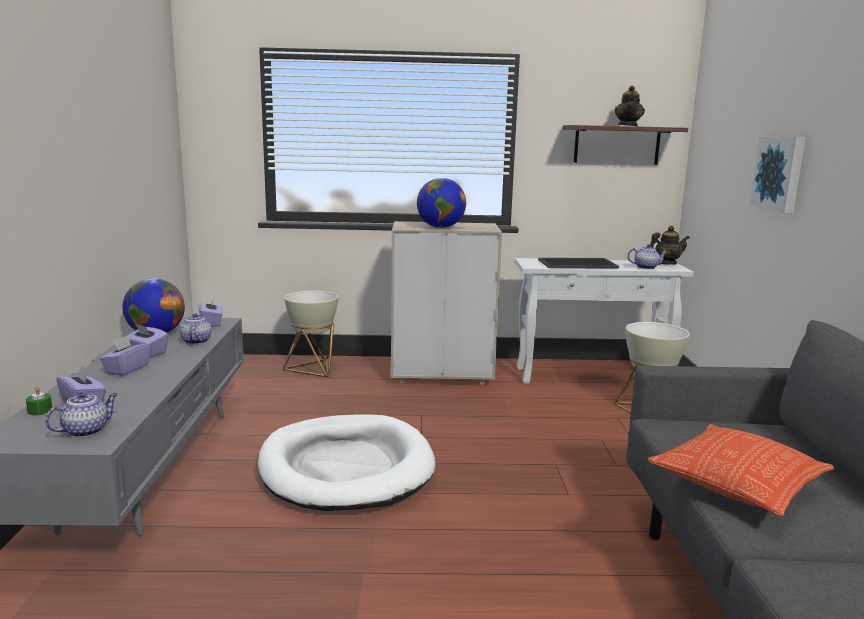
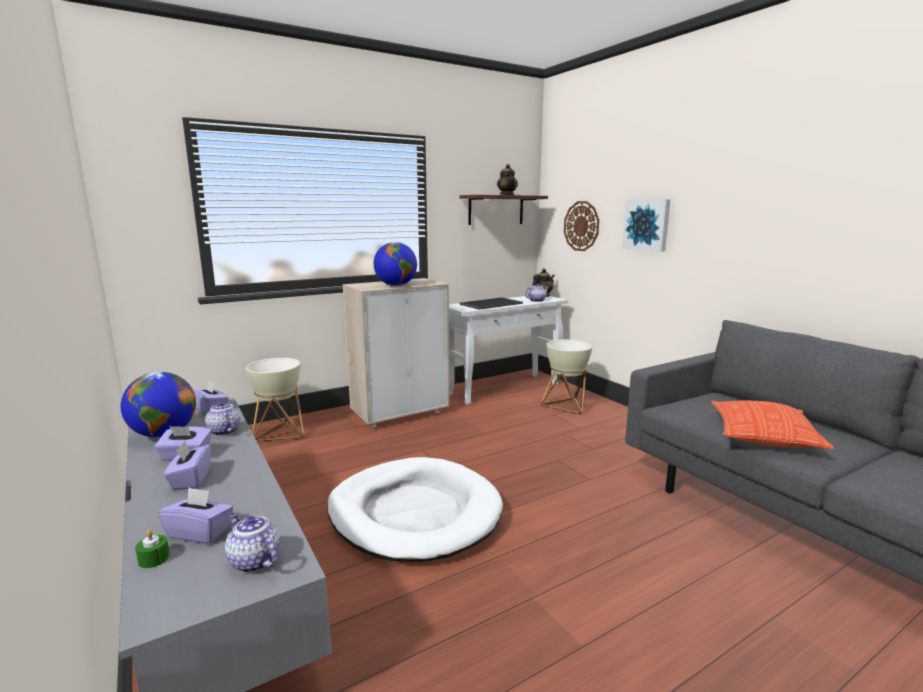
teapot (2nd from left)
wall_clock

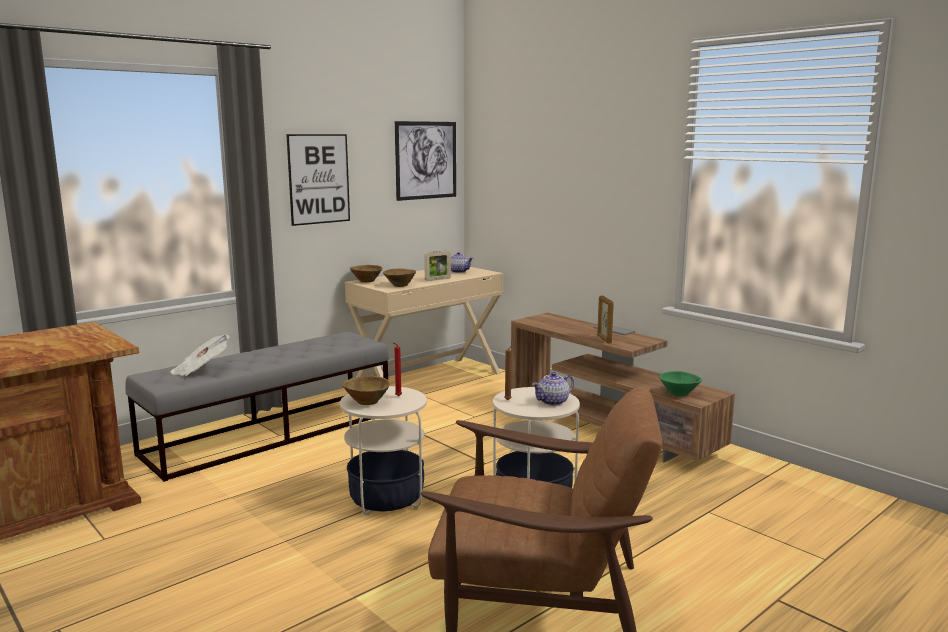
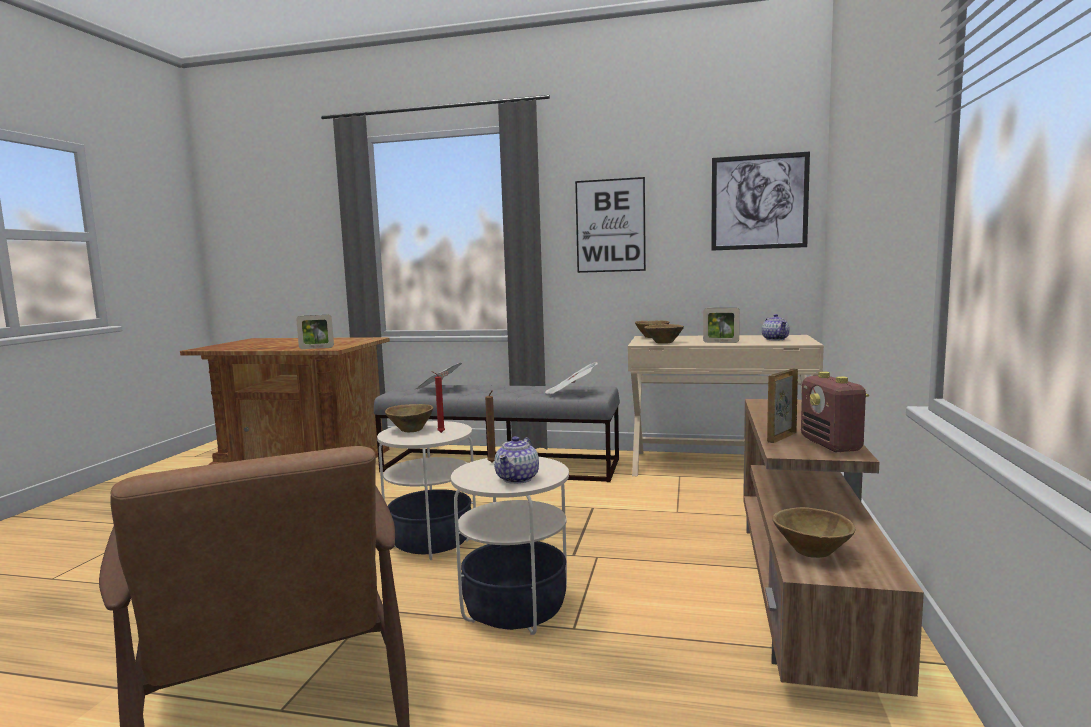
teapot (1st from left)
brown_bowl (4th from left)
picture_frame (1st from left)
newspaper (2nd from left)
radio

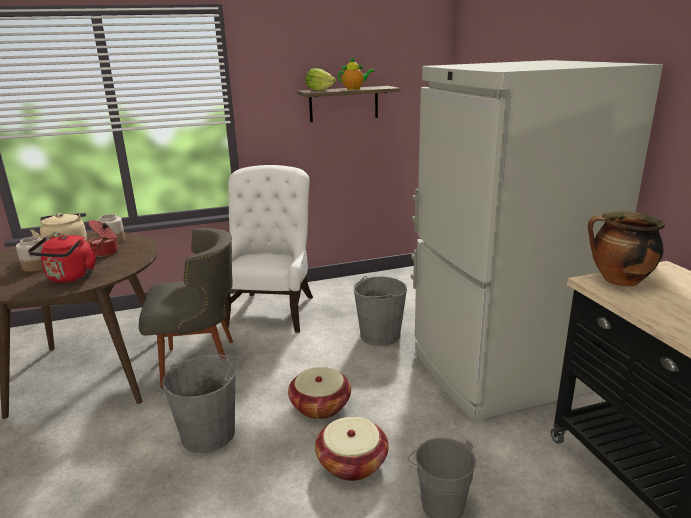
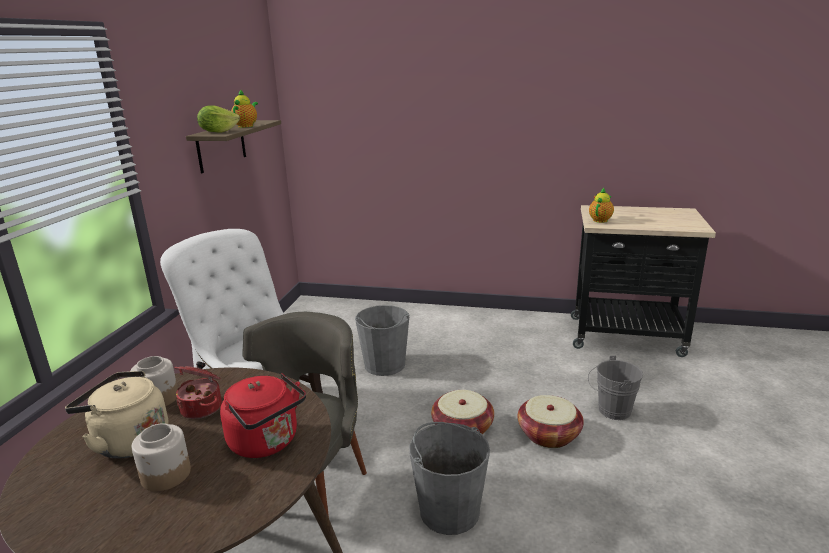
white_fridge
teapot (2nd from left)

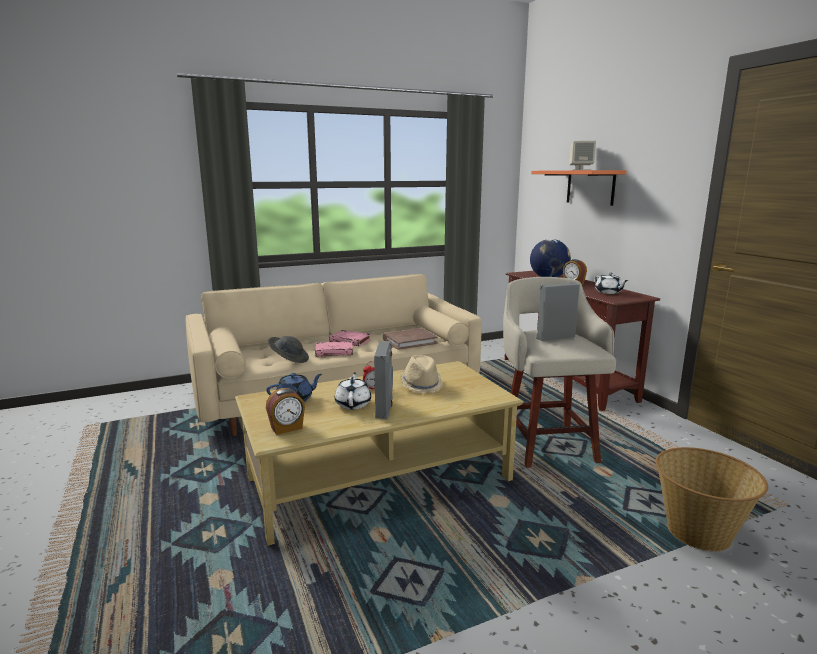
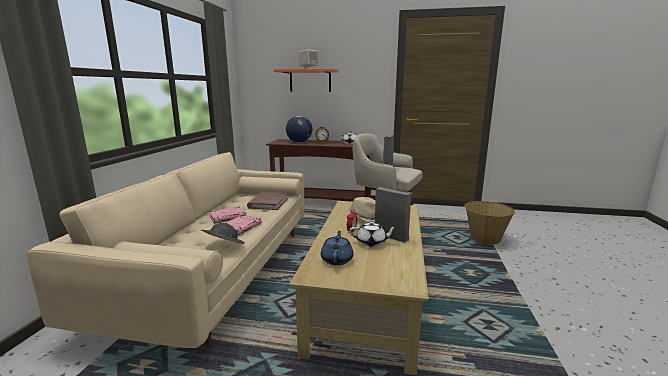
alarm_clock (1st from left in the first image)
white_teapot (2nd from left)

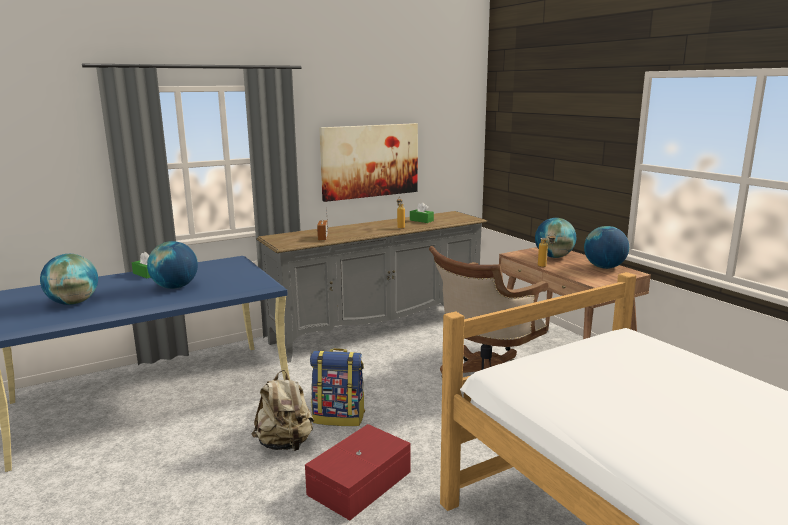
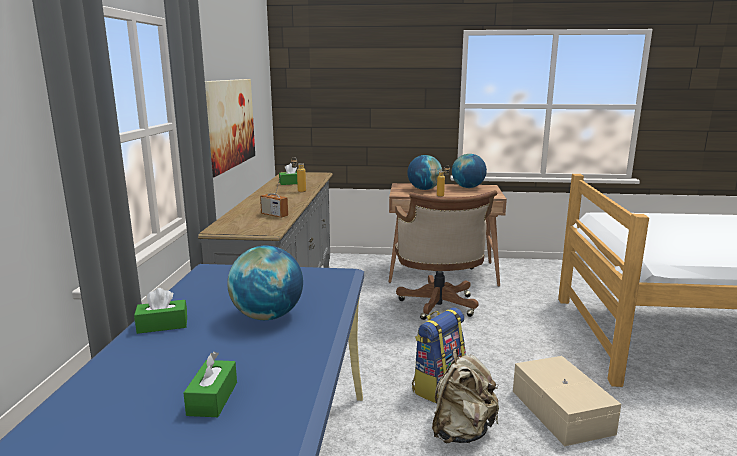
green_tissue_box (2nd from left)
beige_storage_box

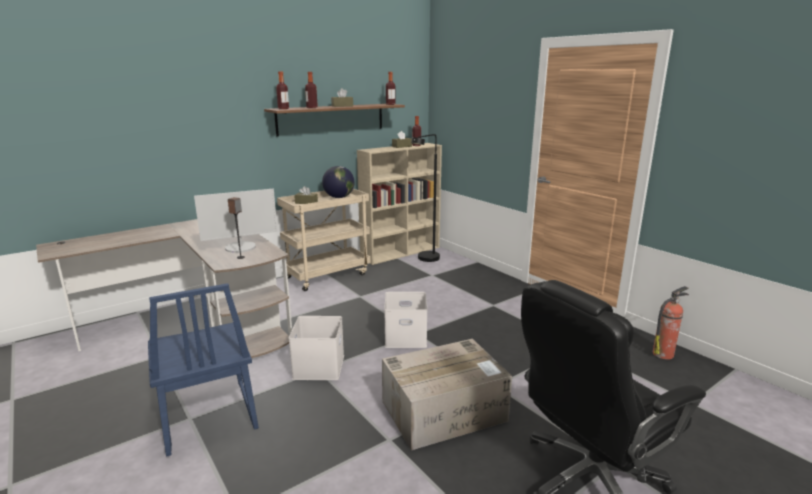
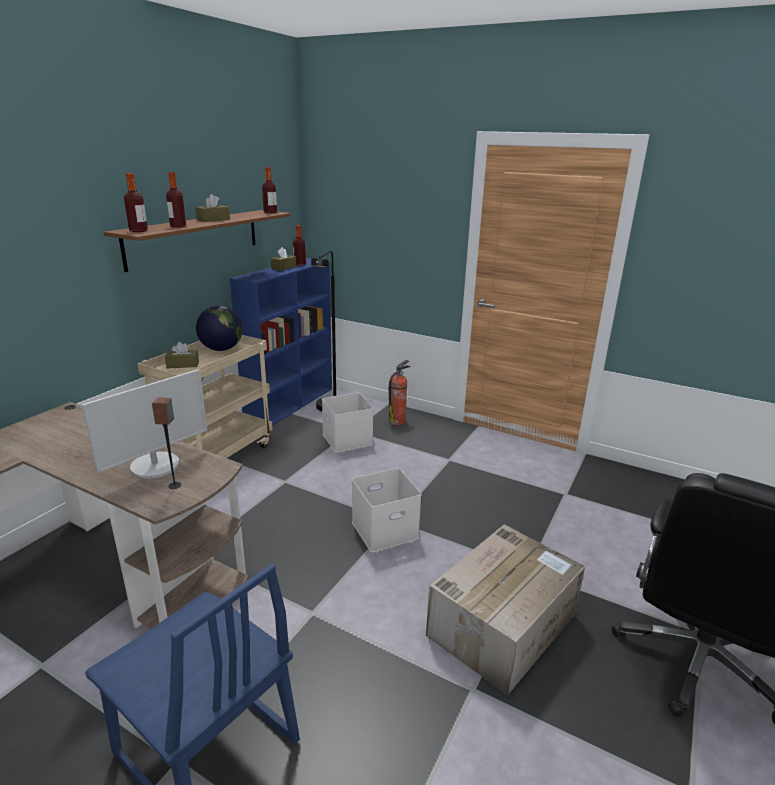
white_storage_box (1st from left)
blue_bookcase
fire_extinguisher

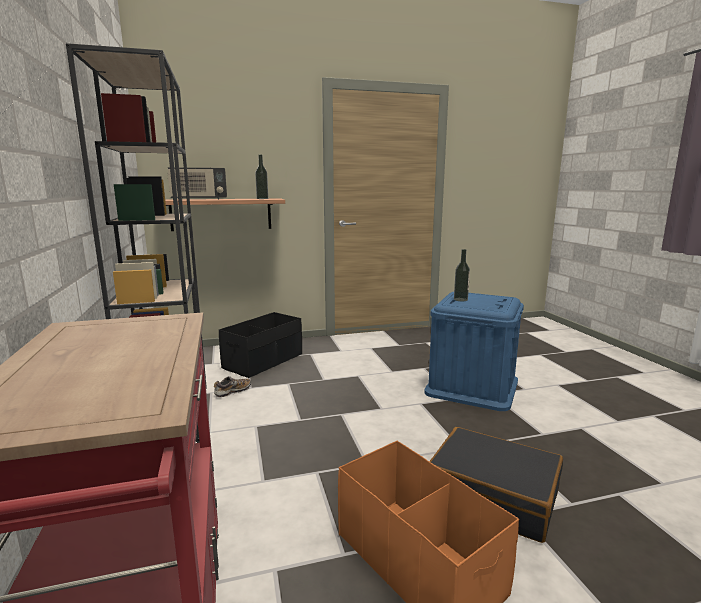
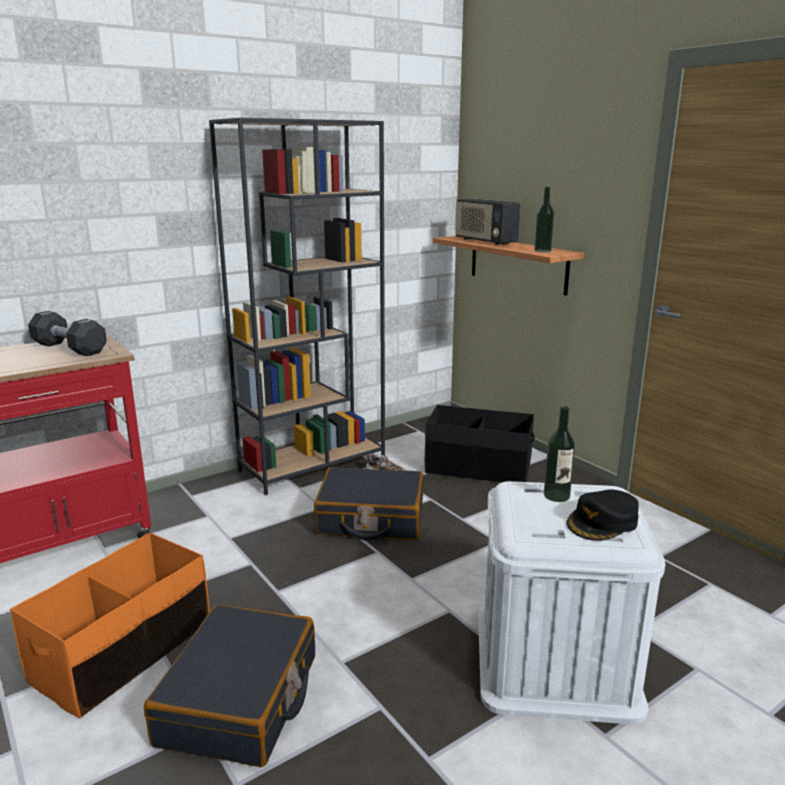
white_storage_box
black_dumbbell
black_suitcase (2nd from left)
black_cap

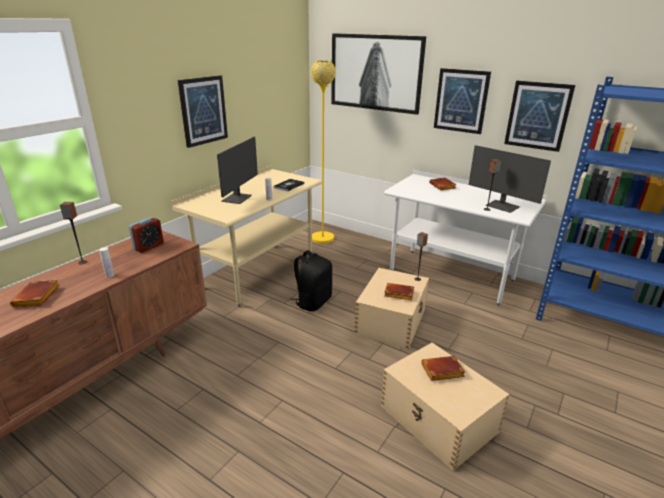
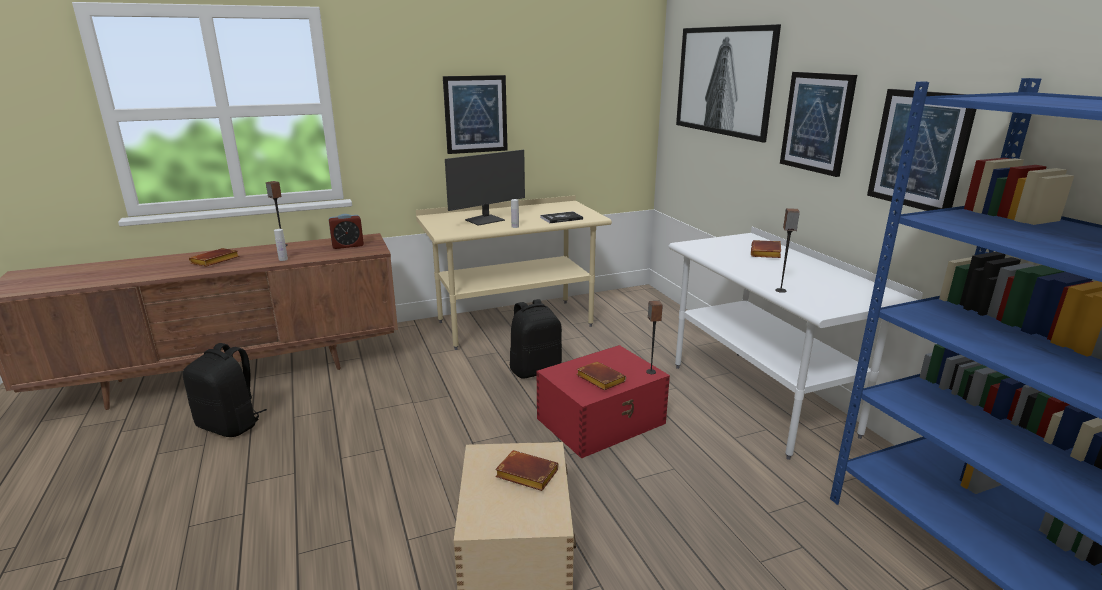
yellow_floor_lamp
red_storage_box
monitor (2nd from left in the first image)
black_backpack (1st from left)

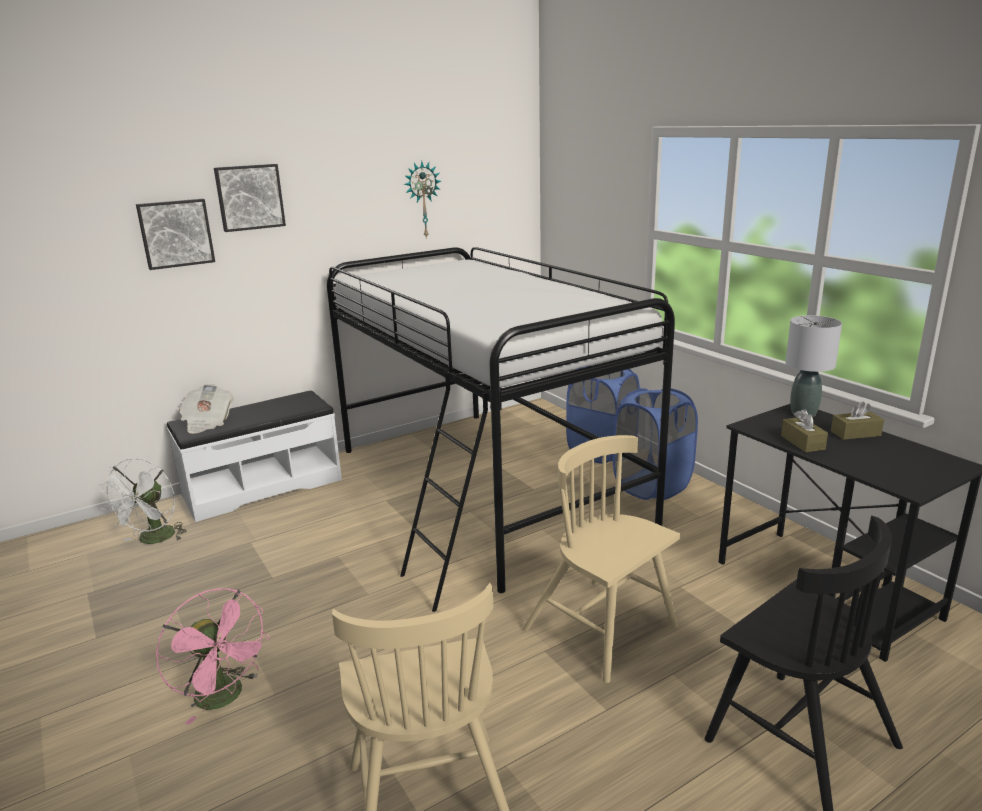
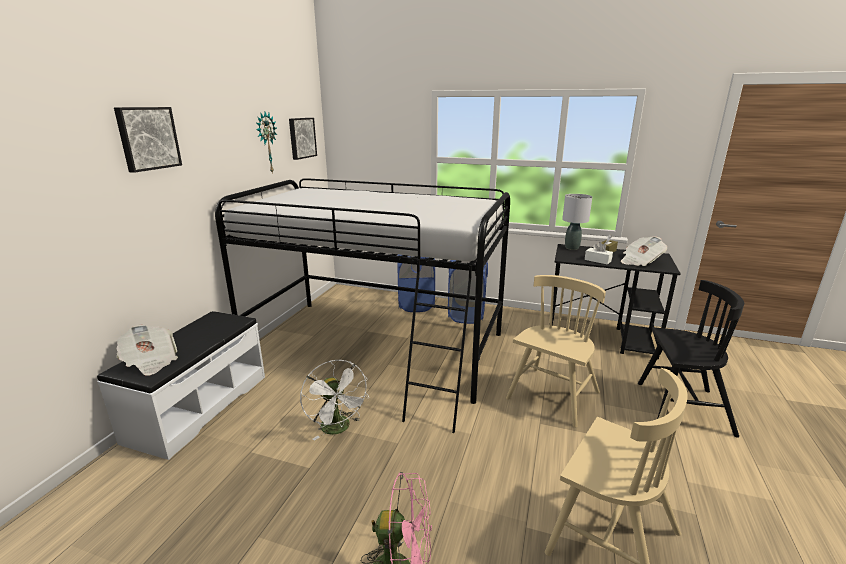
white_fan
picture (2nd from left)
beige_chair (1st from left)
white_tissue_box
newspaper (2nd from left)

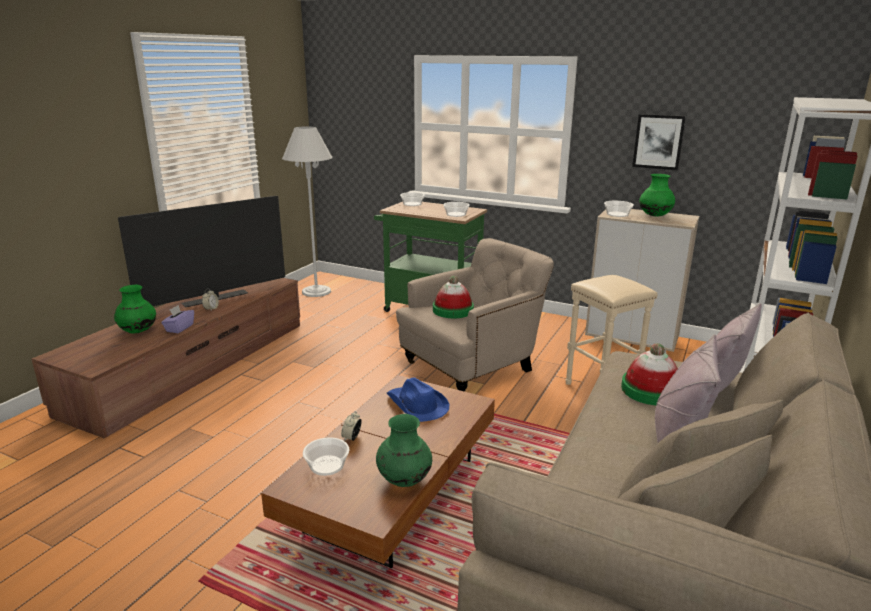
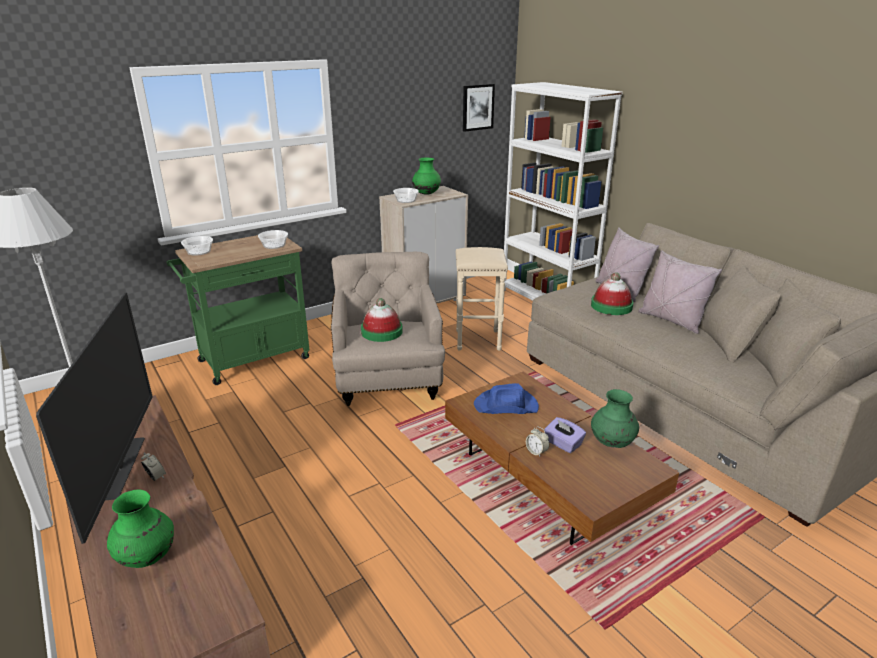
purple_tissue_box
bowl (1st from left in the first image)
picture

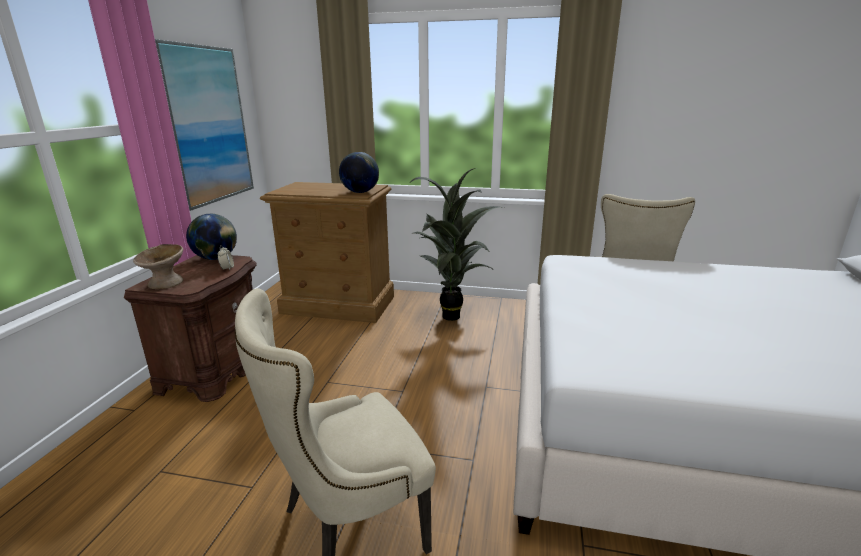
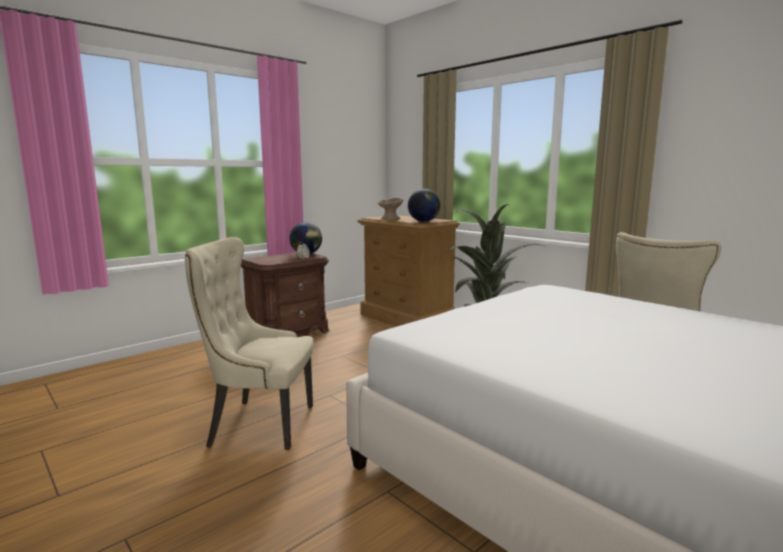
beige_bowl
picture

